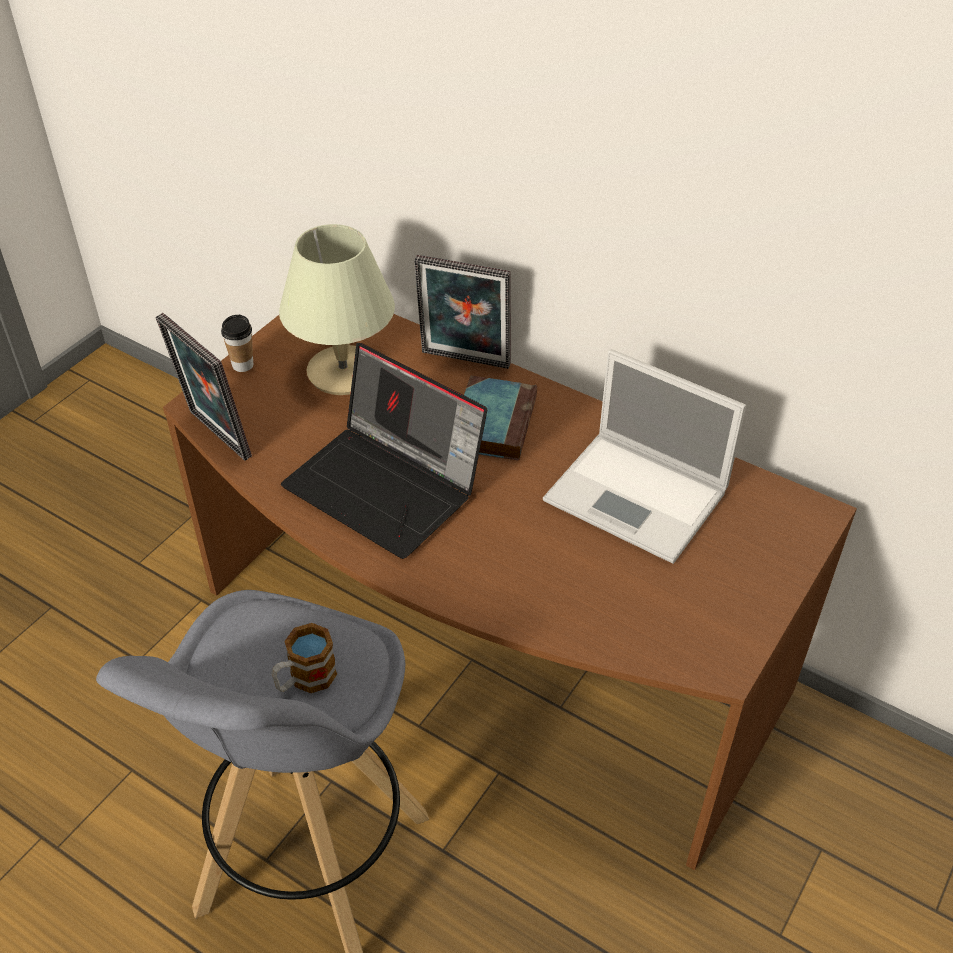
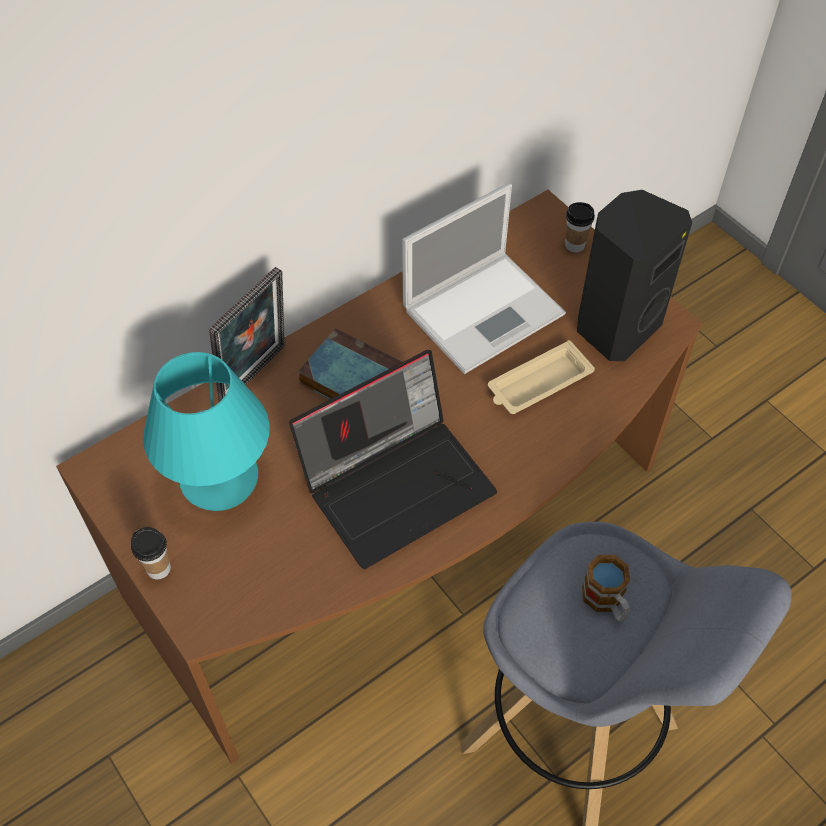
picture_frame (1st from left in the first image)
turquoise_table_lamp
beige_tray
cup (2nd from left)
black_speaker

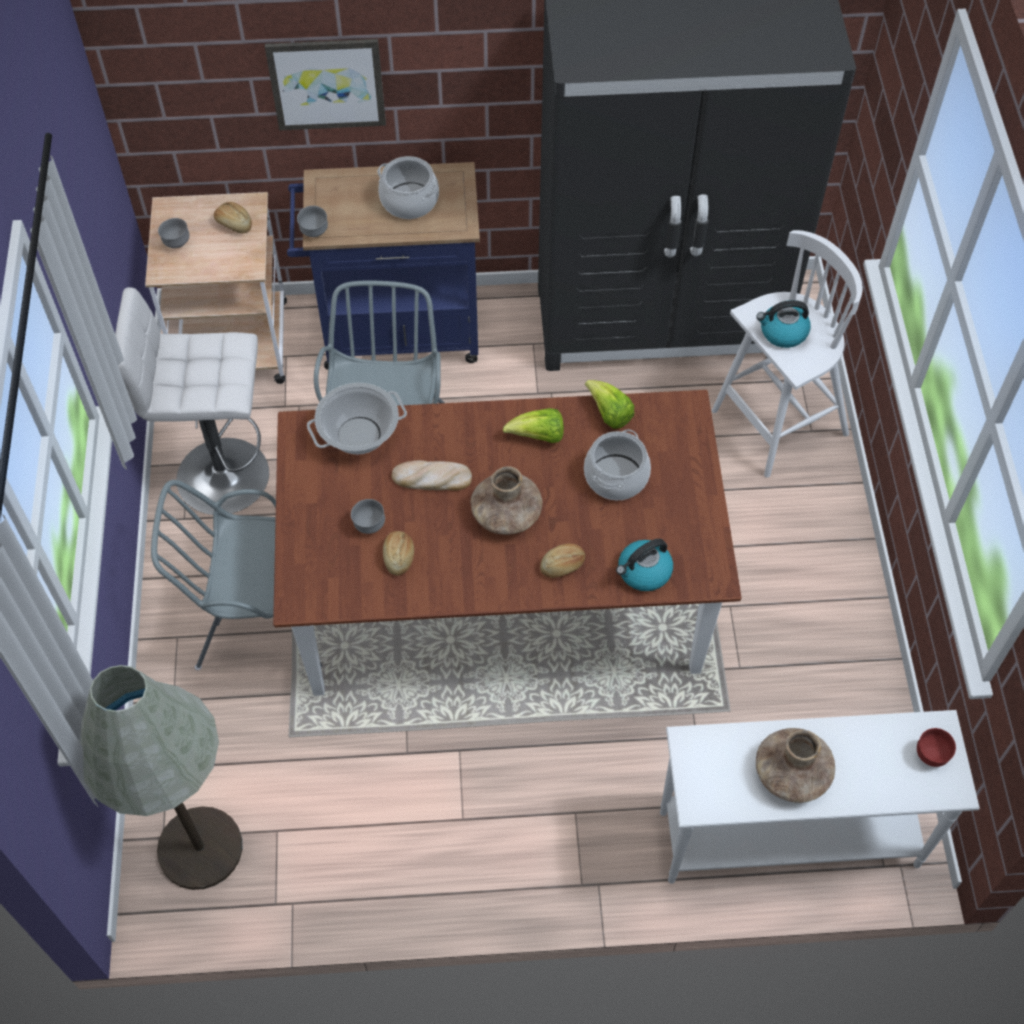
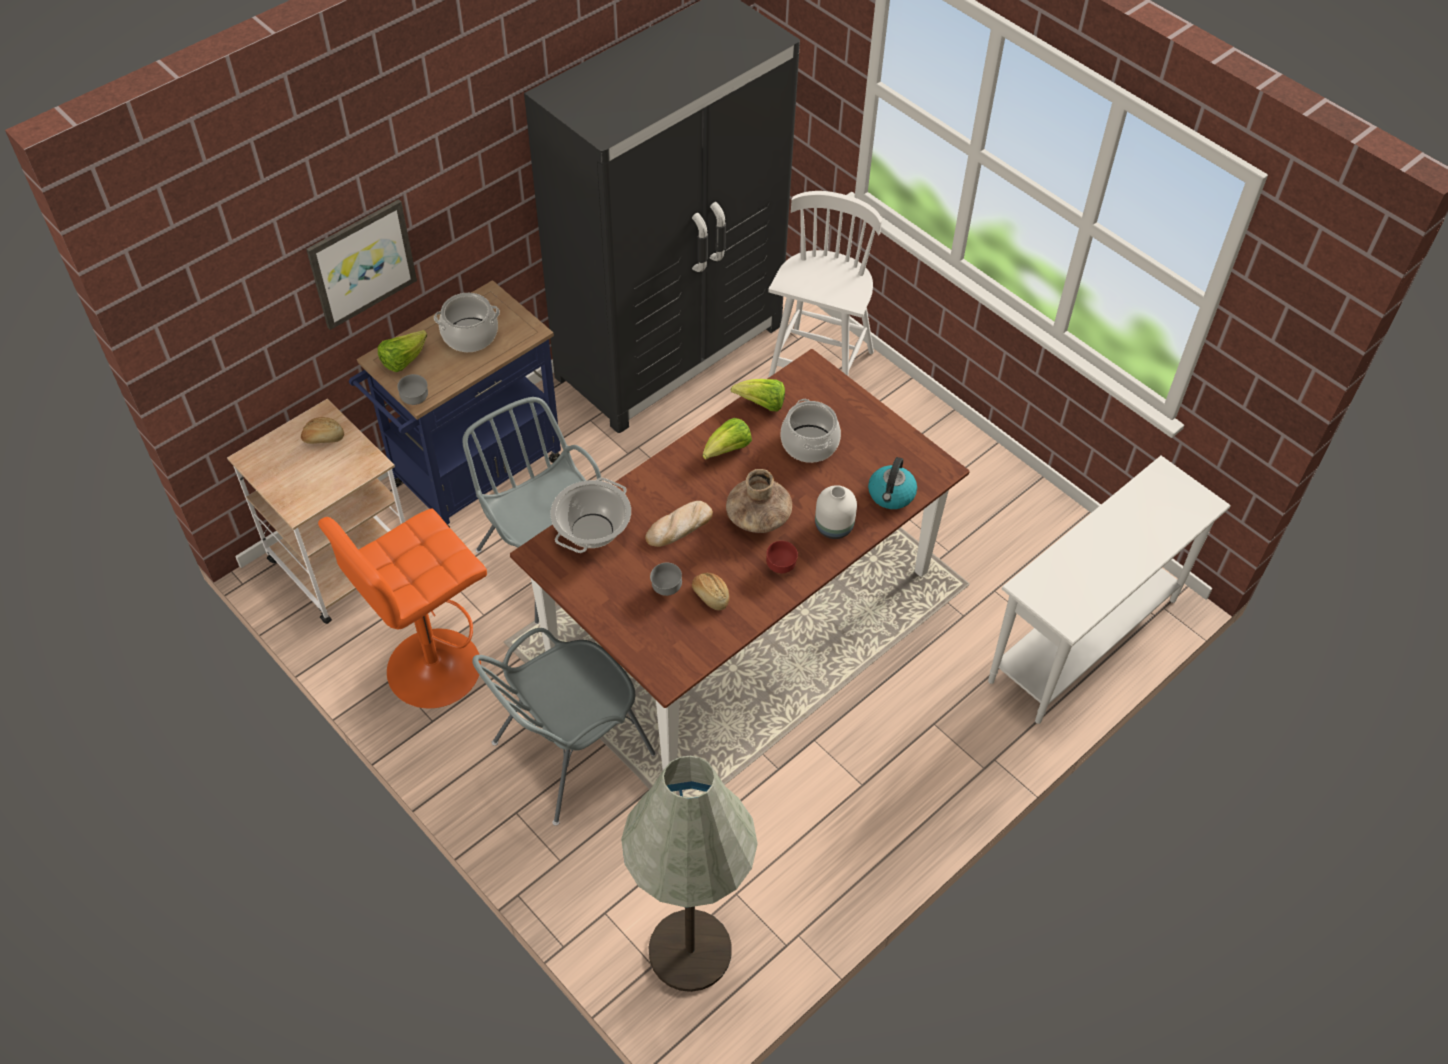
orange_stool
grey_bowl (1st from left in the first image)
white_vase
kettle (2nd from left in the first image)
brown_vase (2nd from left in the first image)
red_bowl
lettuce (1st from left)

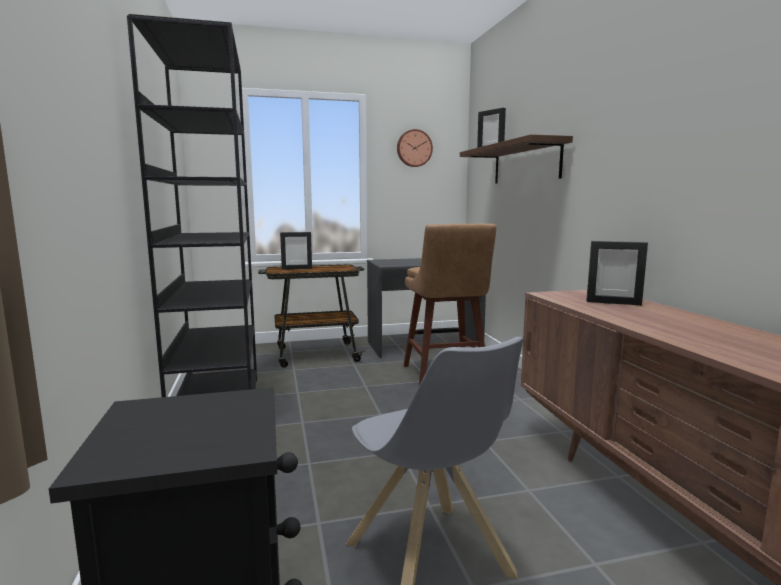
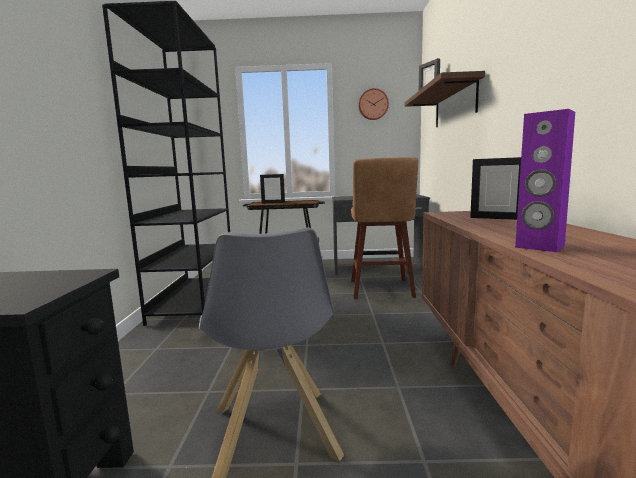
purple_speaker

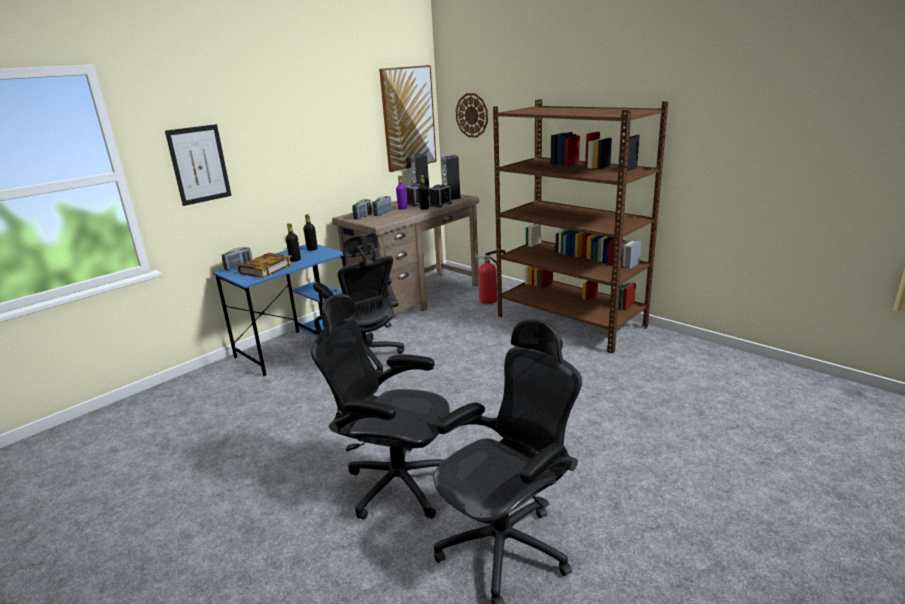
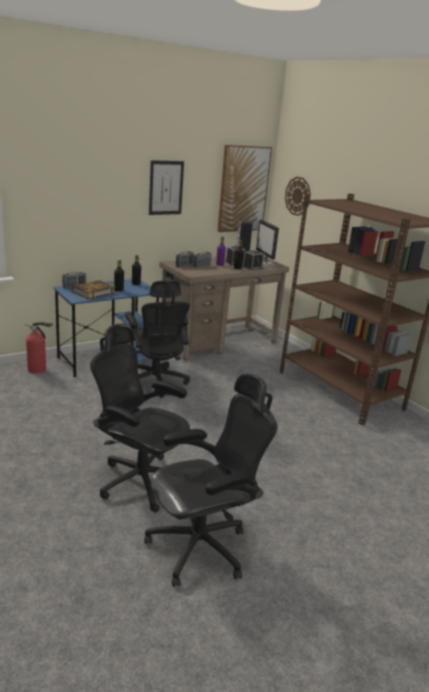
picture (1st from left)
monitor
fire_extinguisher

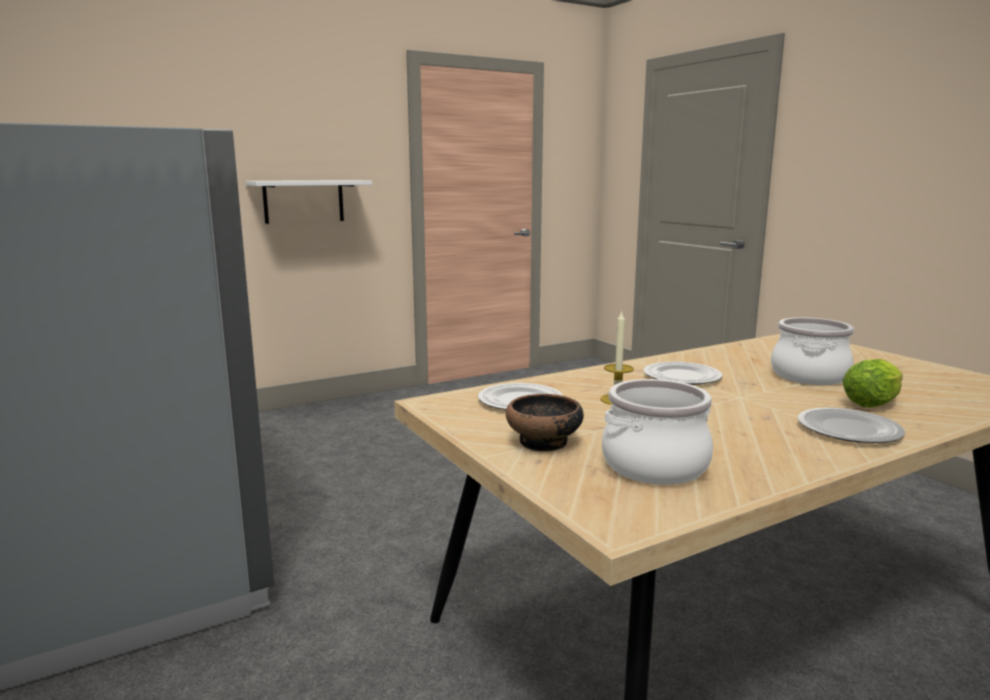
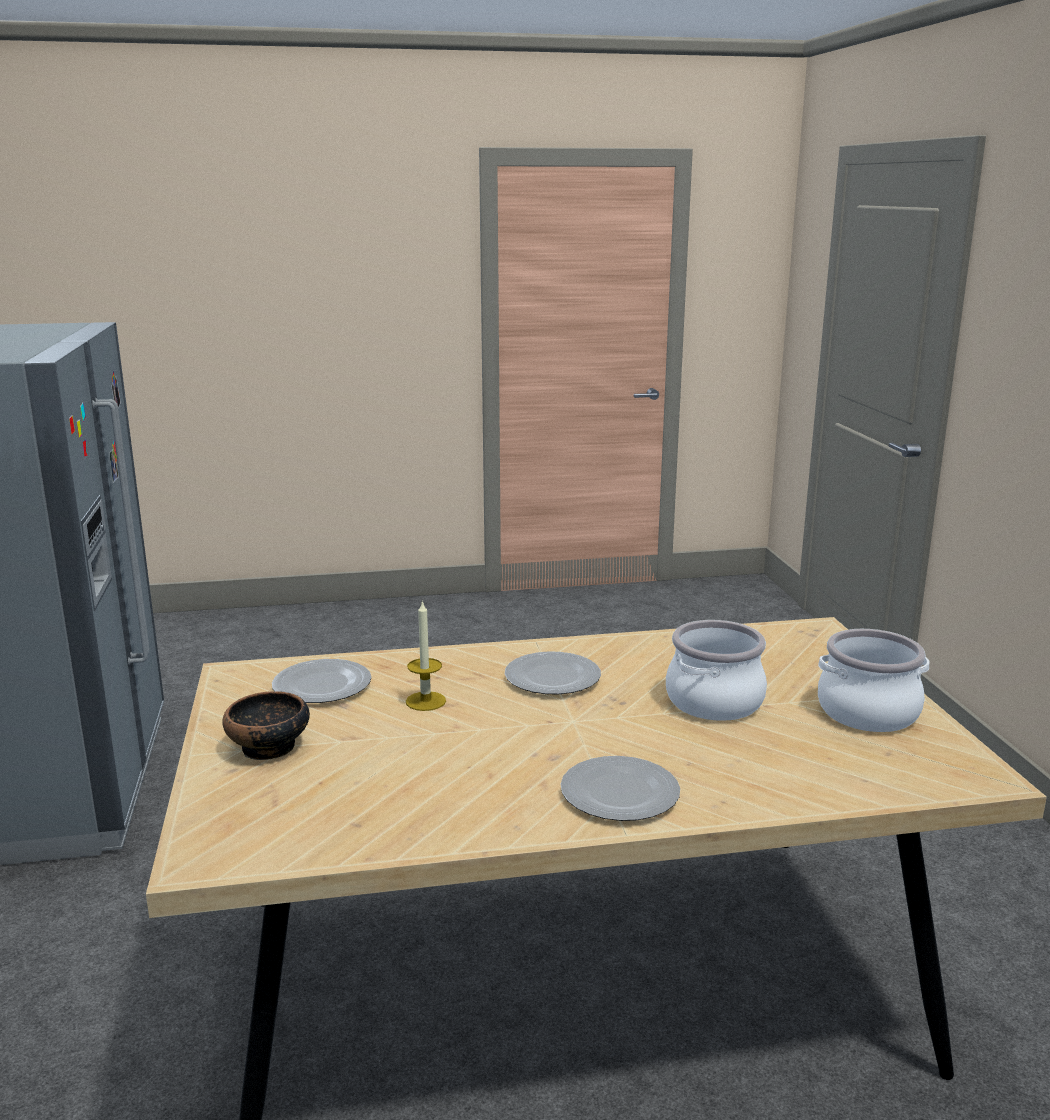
white_shelf
cooking_pot (2nd from left)
lettuce

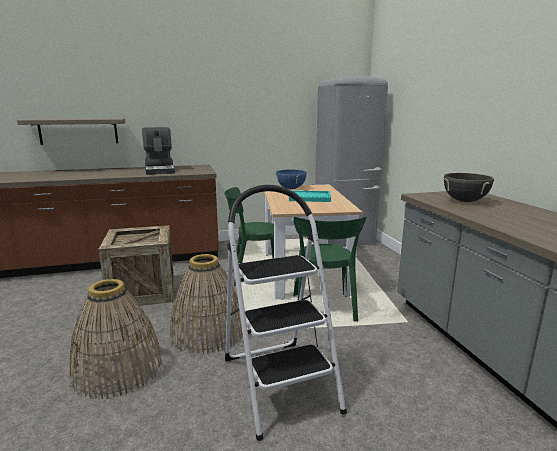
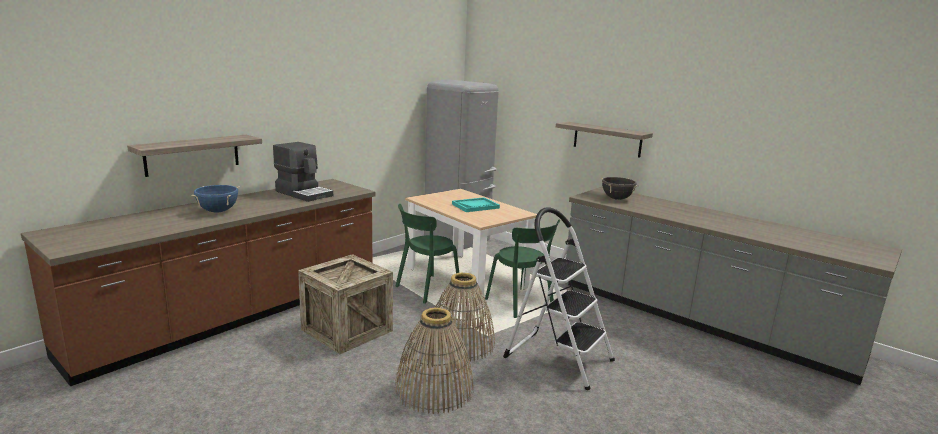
blue_cooking_pot
shelf (2nd from left)

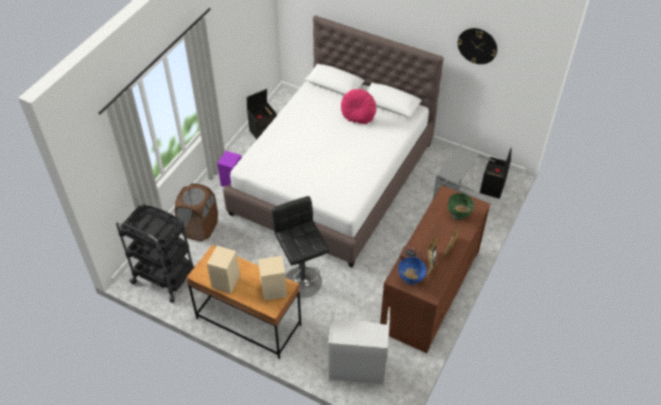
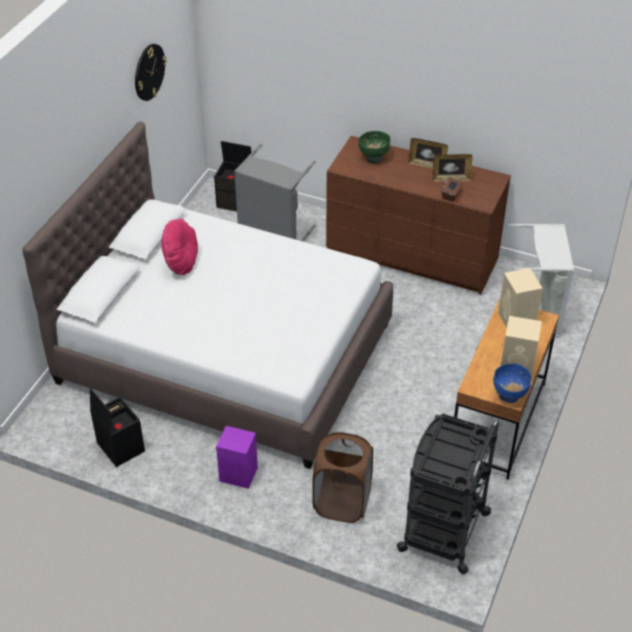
black_stool
blue_bowl

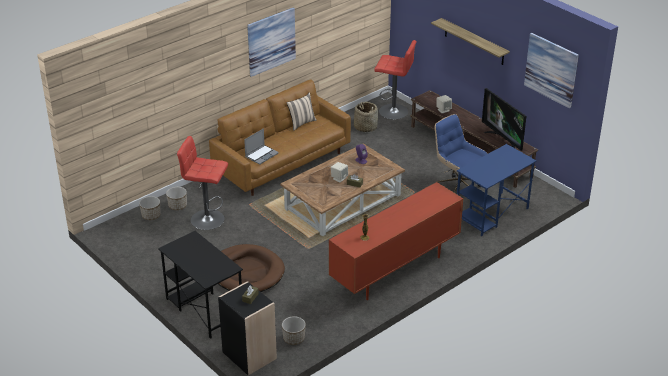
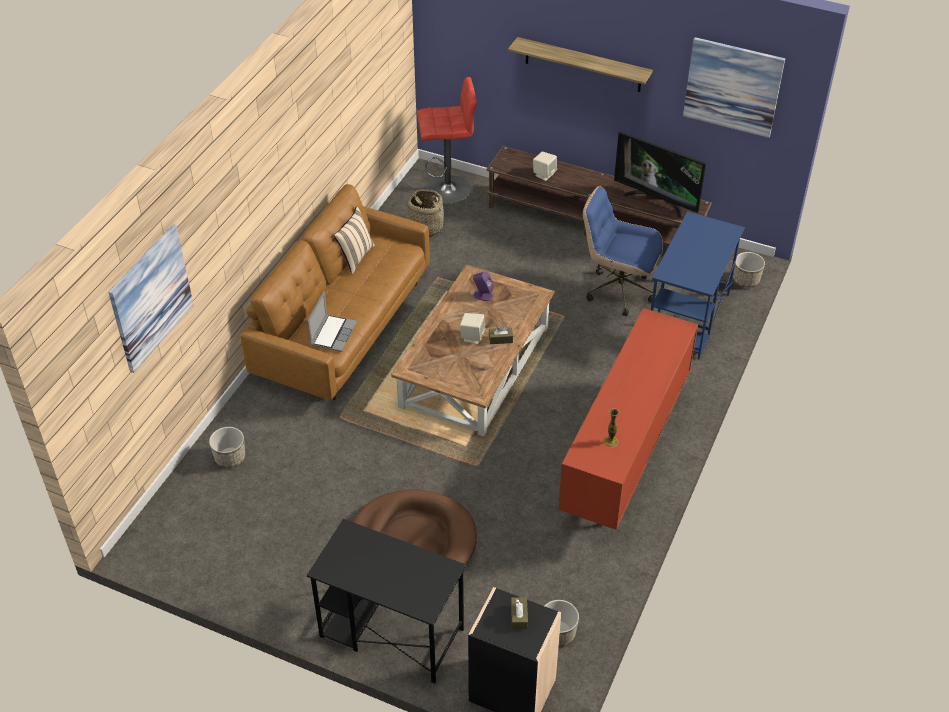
planter (3rd from left)
red_stool (1st from left in the first image)
picture (1st from left)

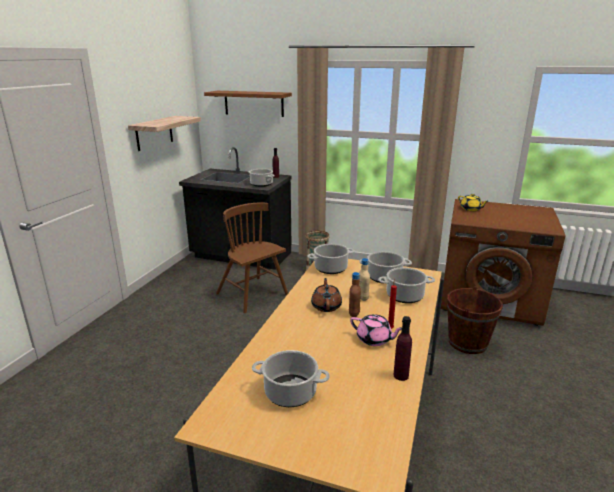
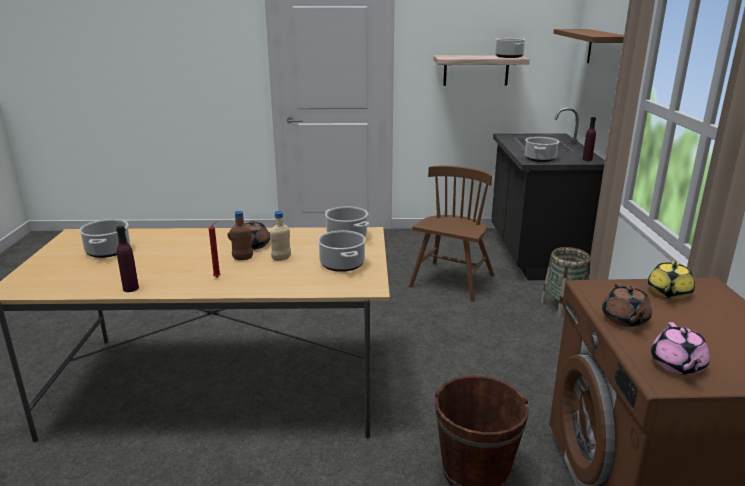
pink_teapot
cooking_pot (4th from left)
brown_teapot (2nd from left)

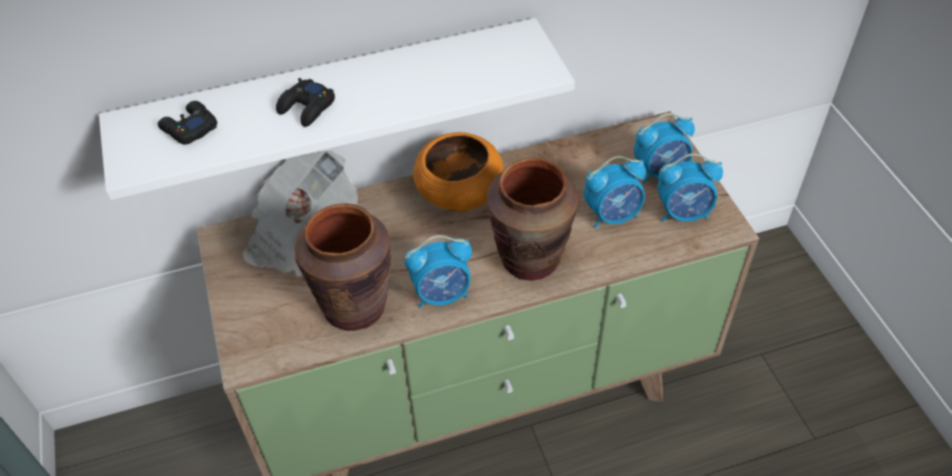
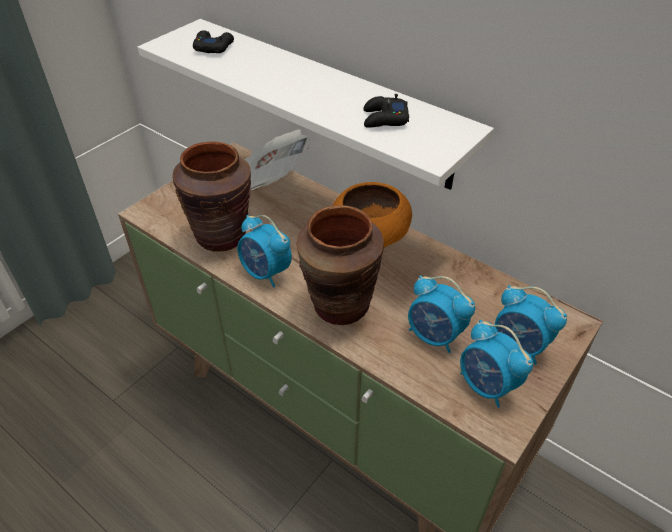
black_game_controller (2nd from left)

